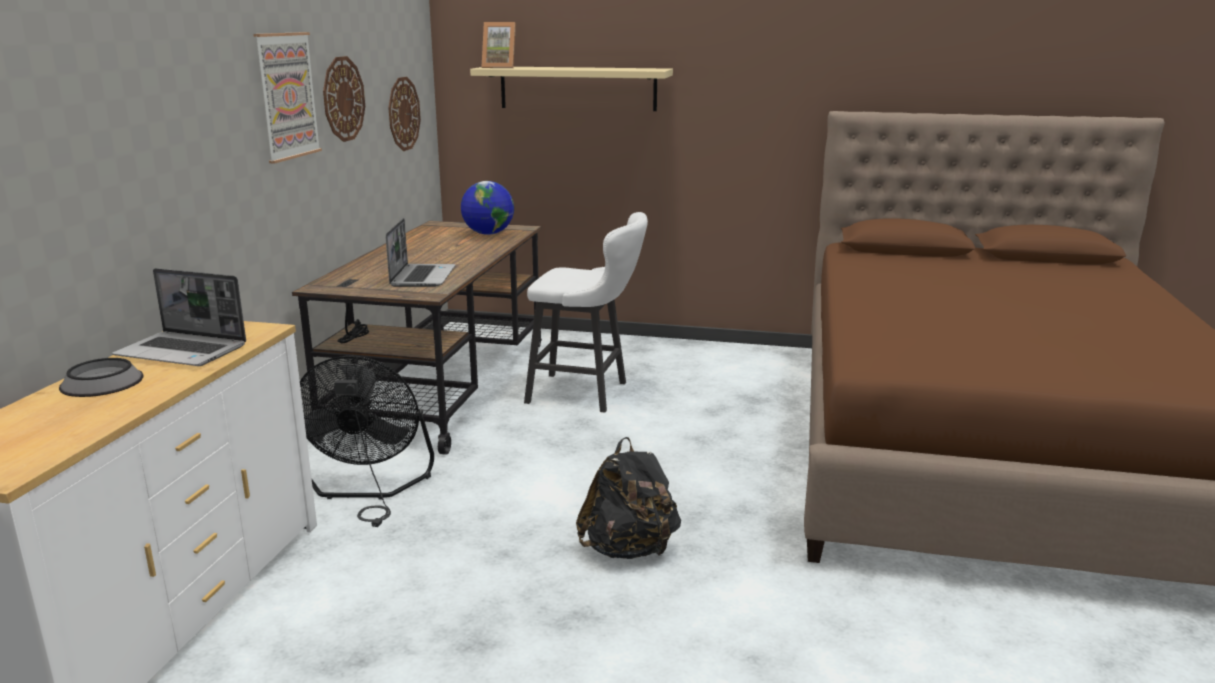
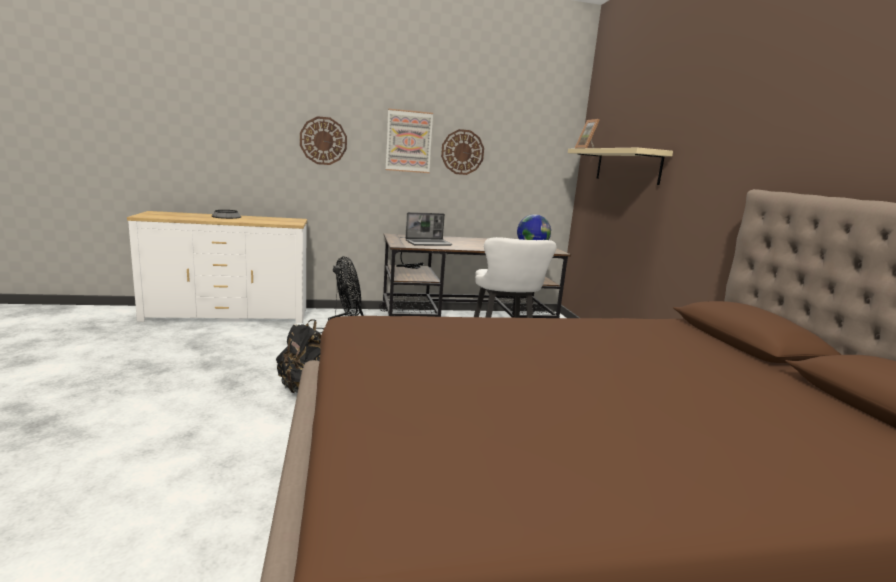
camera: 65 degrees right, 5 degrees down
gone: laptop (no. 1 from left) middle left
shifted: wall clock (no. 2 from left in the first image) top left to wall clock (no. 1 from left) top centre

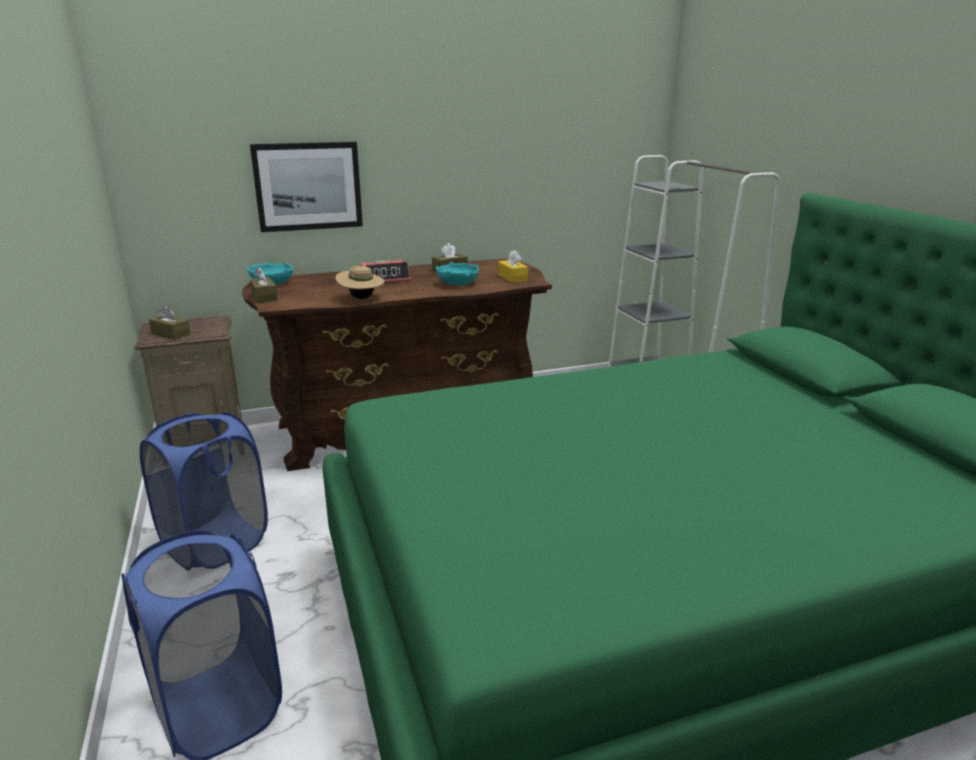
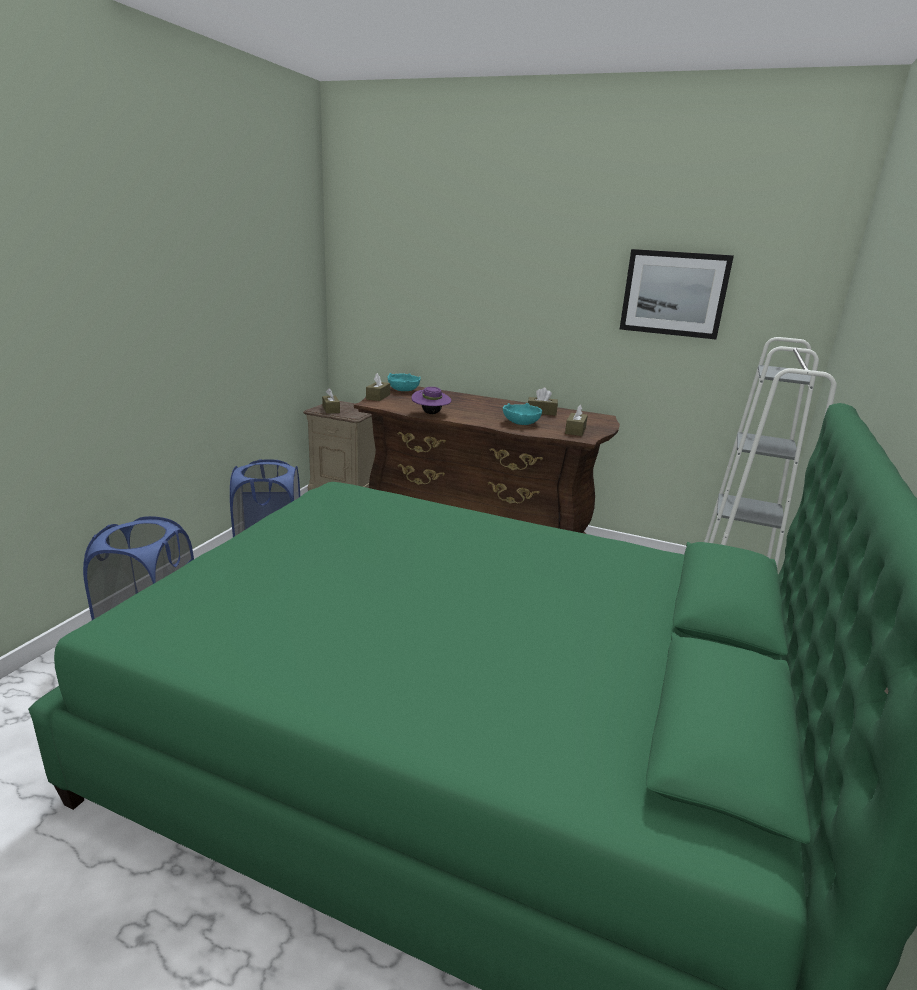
camera: 40 degrees right, 0 degrees up
gone: alarm clock centre
shifted: picture top left to top right
repainted: yellow tissue box centre to brown tissue box (no. 4 from left) centre; beige hat centre to purple hat centre

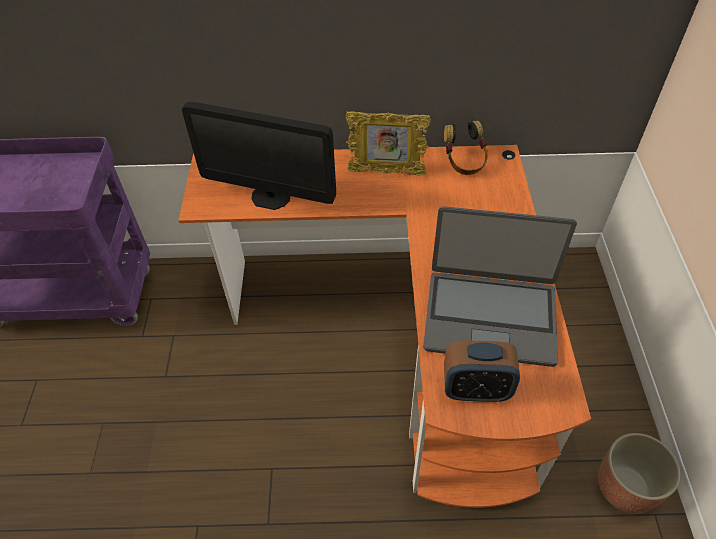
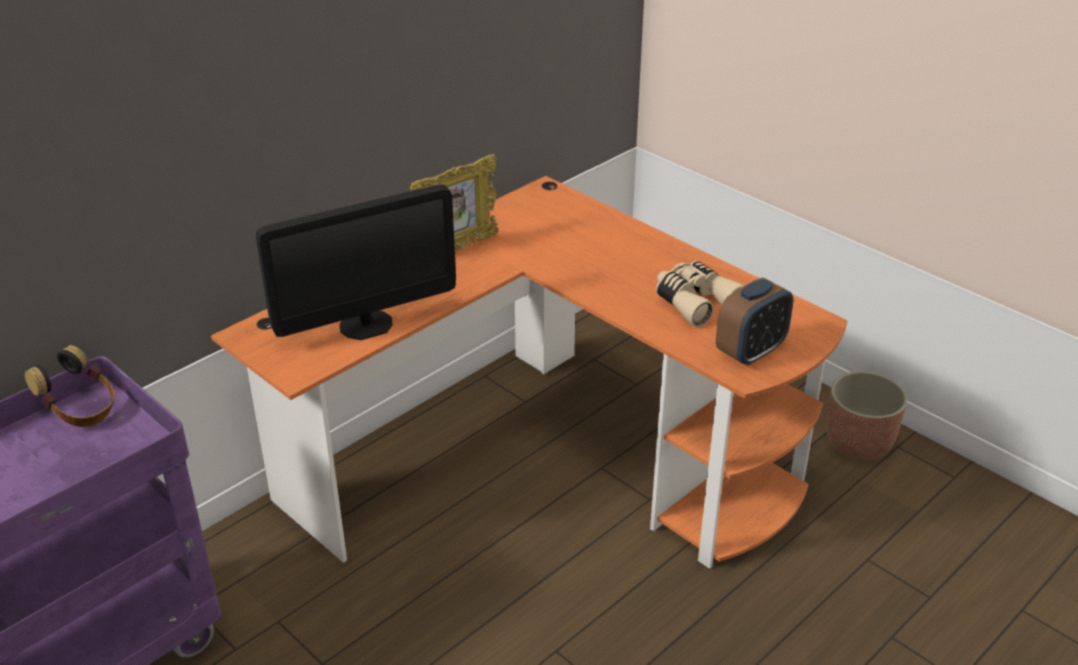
camera: 45 degrees left, 15 degrees down
shifted: headphones top centre to middle left
swapped: laptop middle right to beige binoculars centre

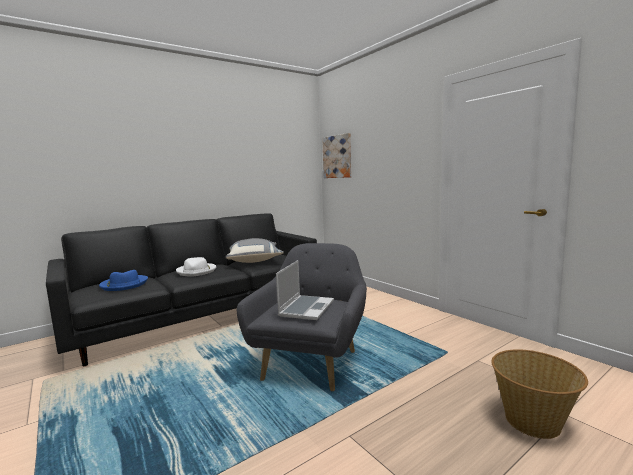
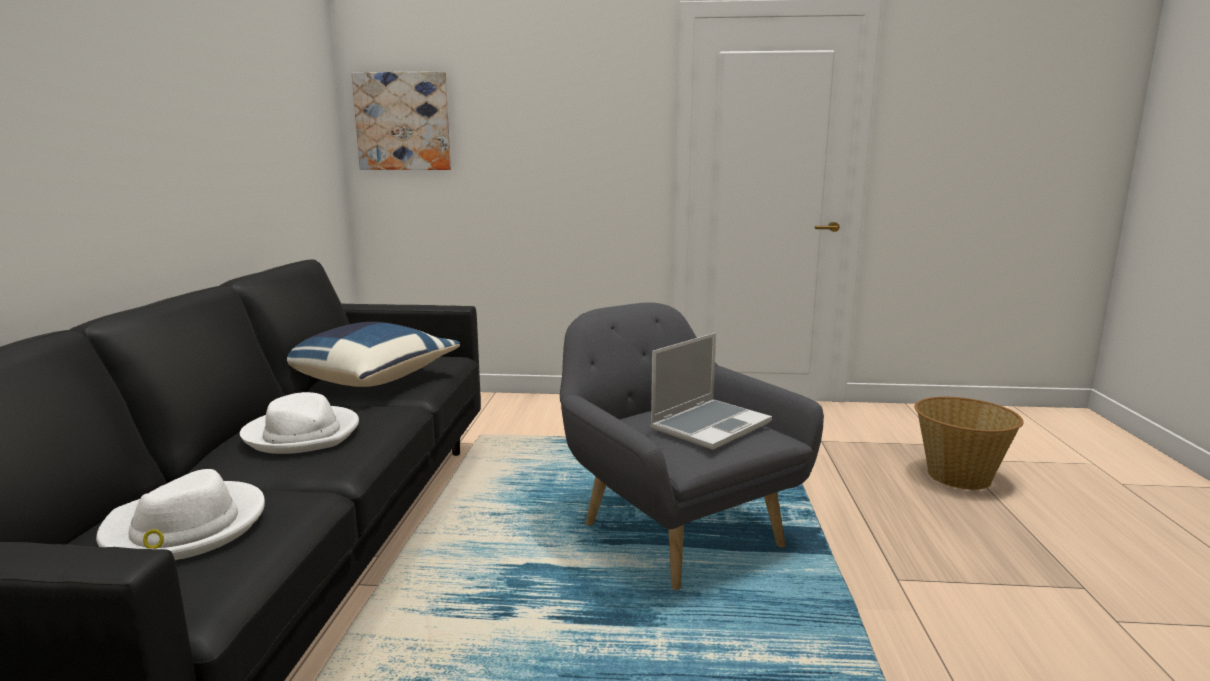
camera: 50 degrees left, 5 degrees up
repainted: grey pillow centre to blue pillow middle left; blue hat middle left to white hat (no. 1 from left) bottom left
rotated: laptop centre = centre 75 degrees clockwise

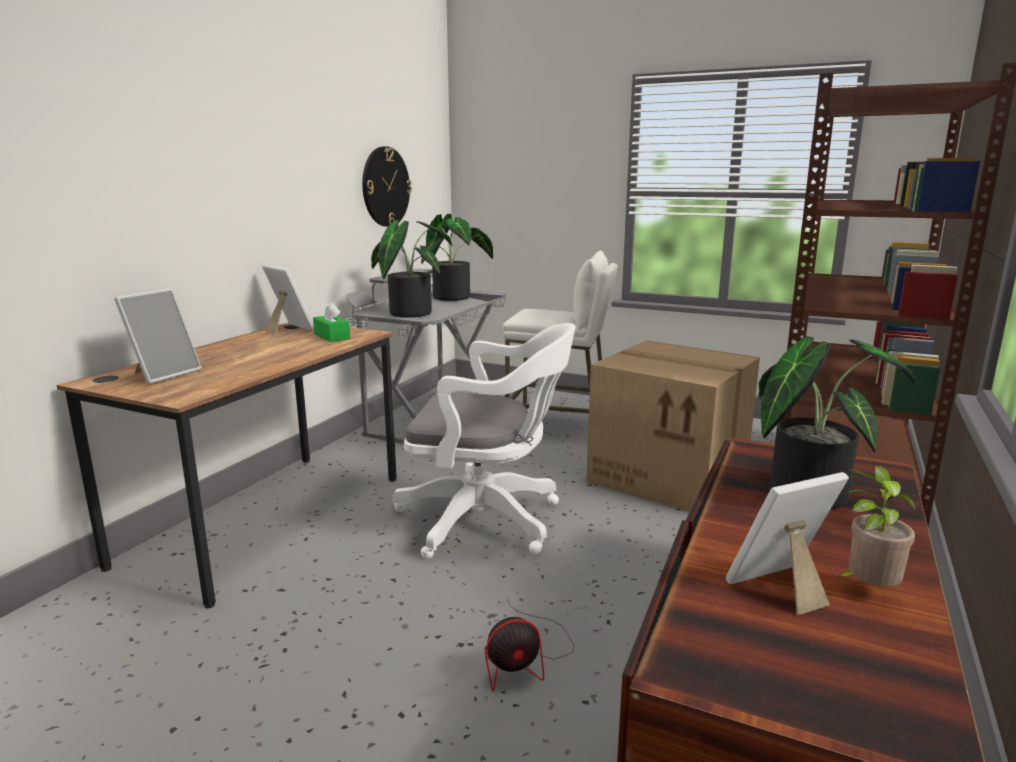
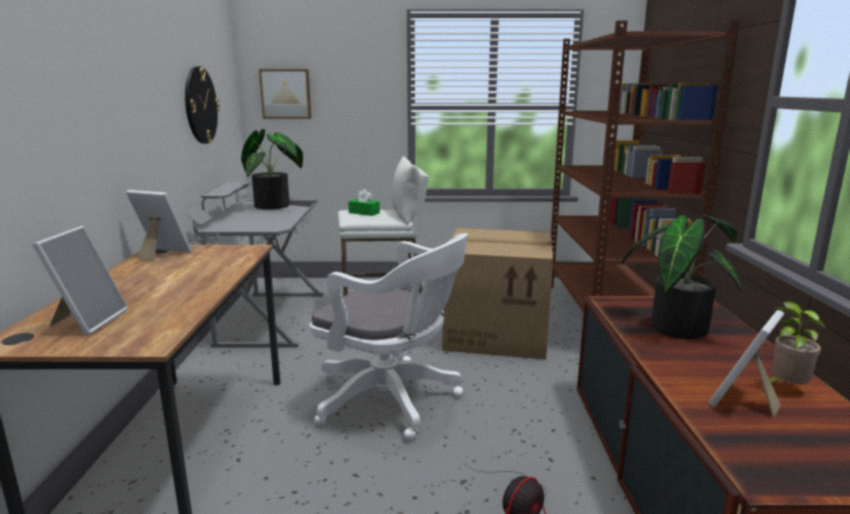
camera: 25 degrees left, 0 degrees up
gone: potted plant (no. 1 from left) centre
new: picture top centre
shifted: green tissue box middle left to centre
rotated: white office chair centre = centre 45 degrees clockwise

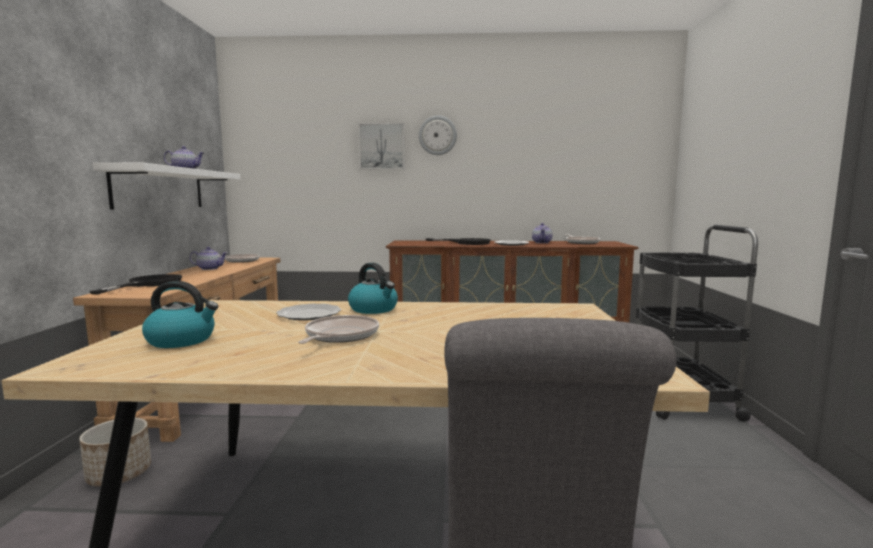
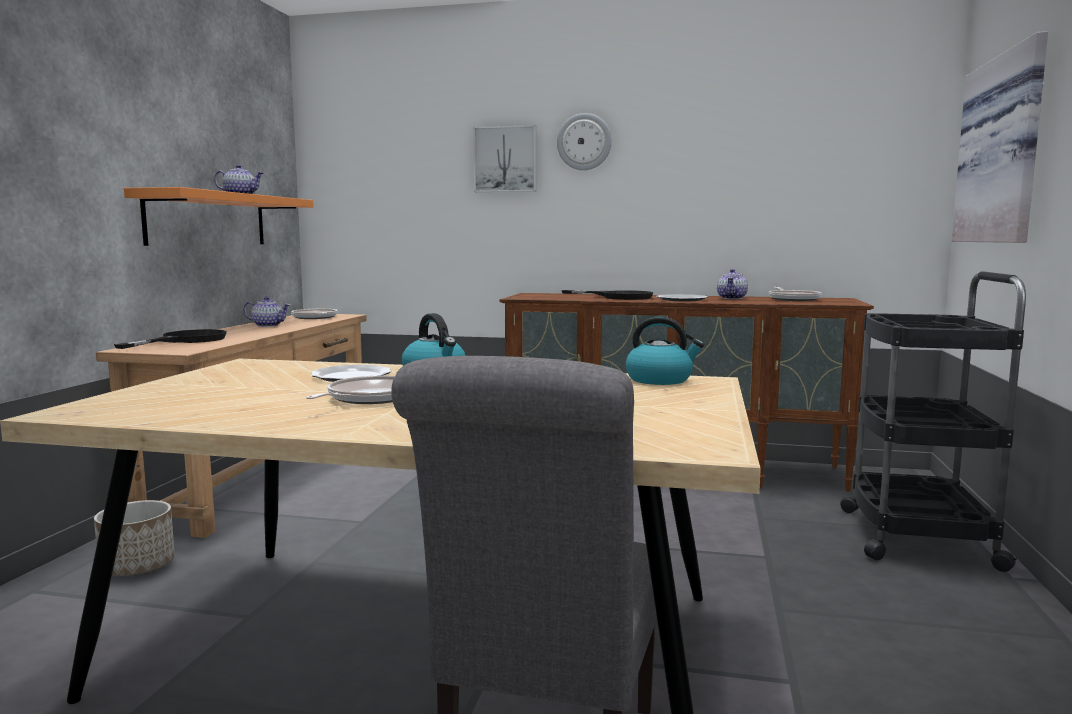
camera: 10 degrees right, 0 degrees up
new: picture (no. 2 from left) top right
shifted: kettle (no. 1 from left in the first image) middle left to kettle (no. 2 from left) centre
repainted: white shelf middle left to orange shelf top left

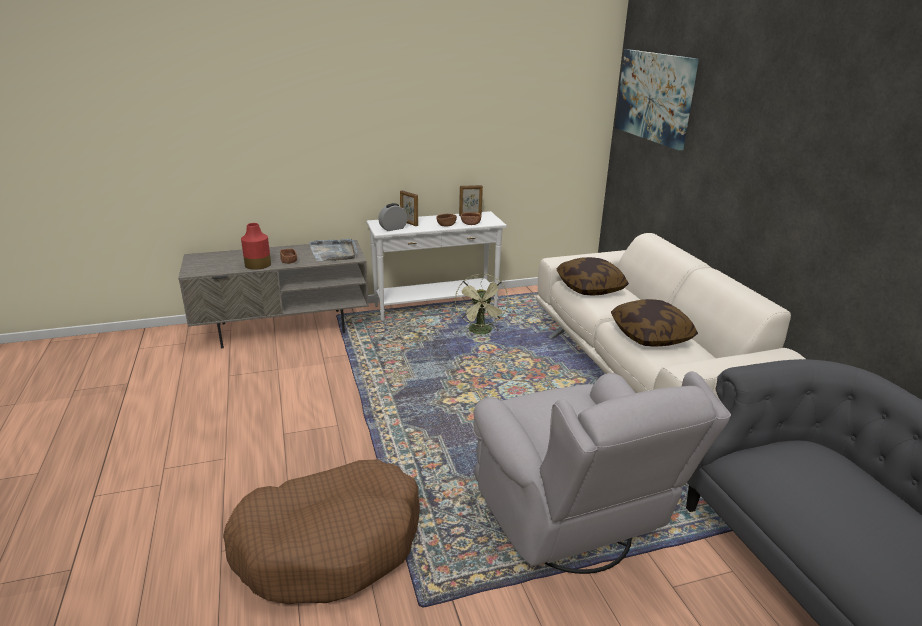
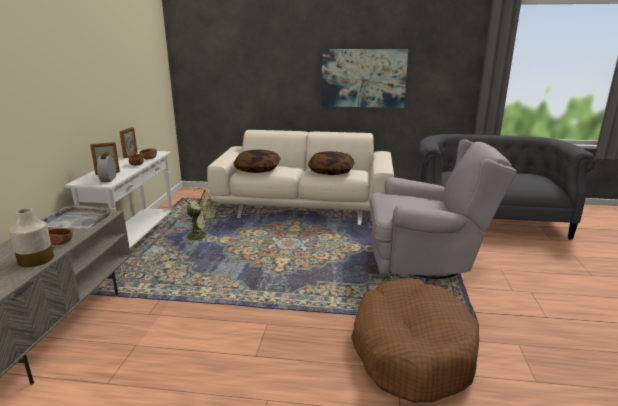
camera: 65 degrees left, 5 degrees down
shifted: picture top right to top centre
repainted: red vase middle left to beige vase middle left

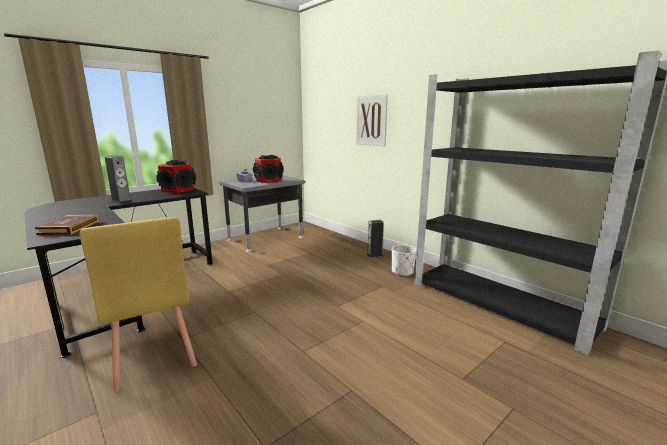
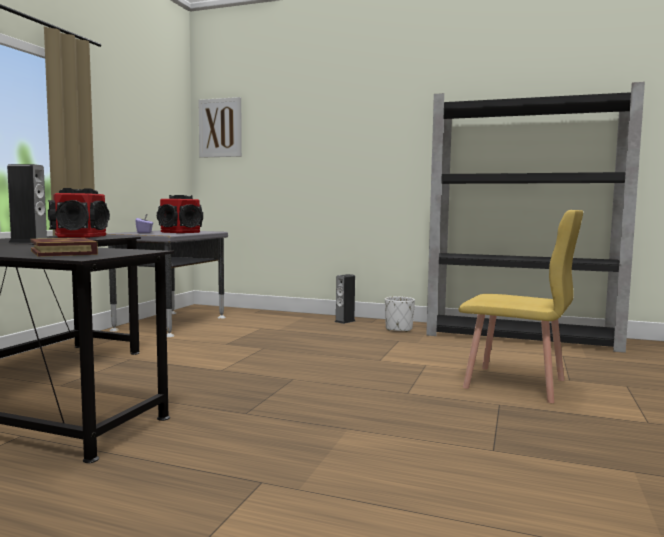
camera: 30 degrees left, 10 degrees down
shifted: picture top centre to top left; yellow chair bottom left to middle right

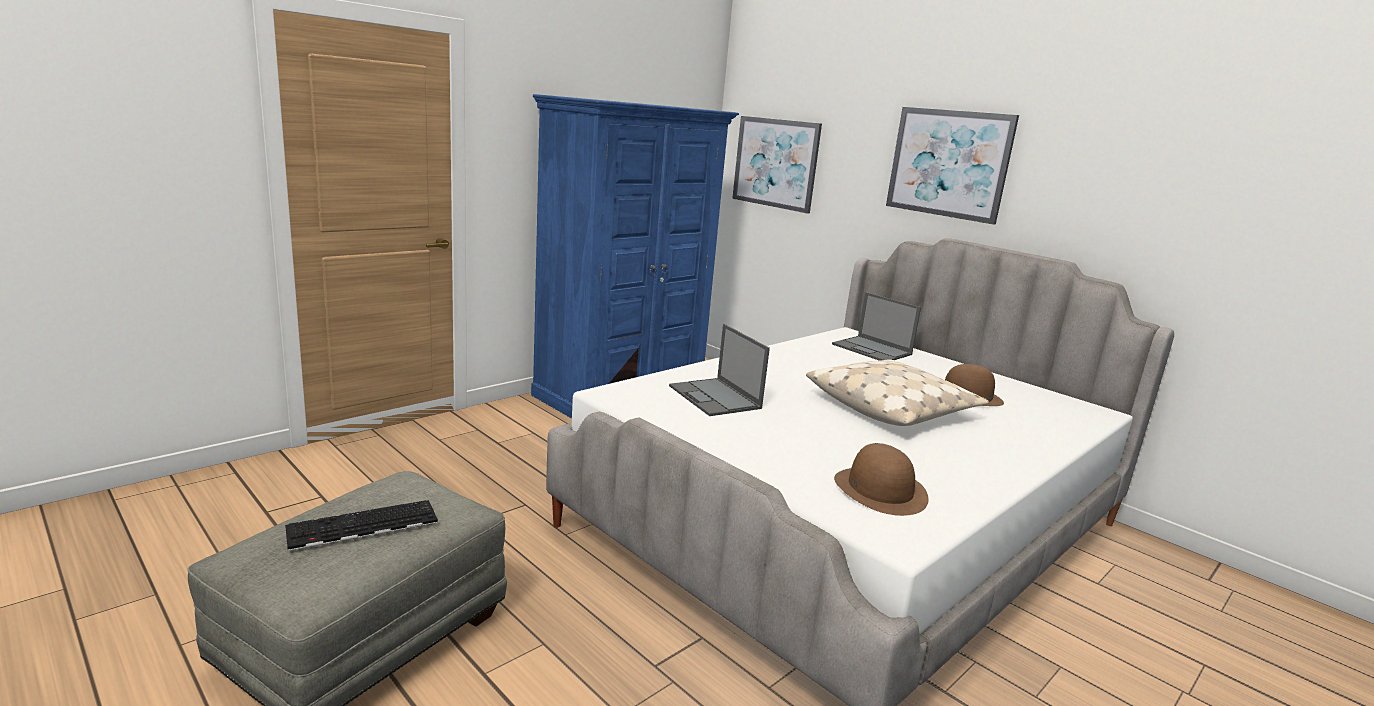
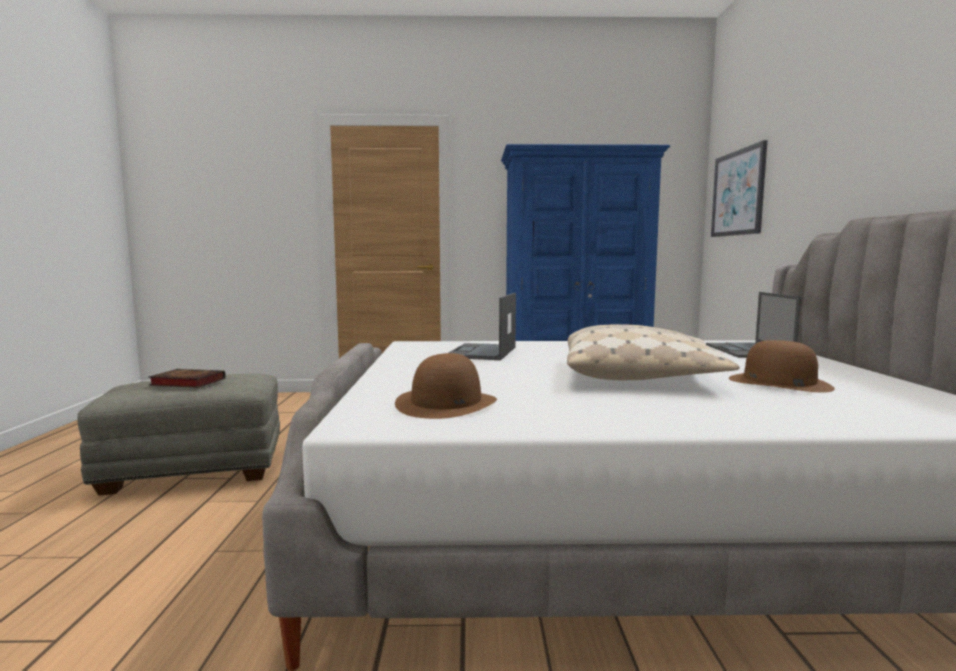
camera: 45 degrees right, 10 degrees down
gone: picture (no. 2 from left) top right
swapped: keyboard bottom left to book middle left

